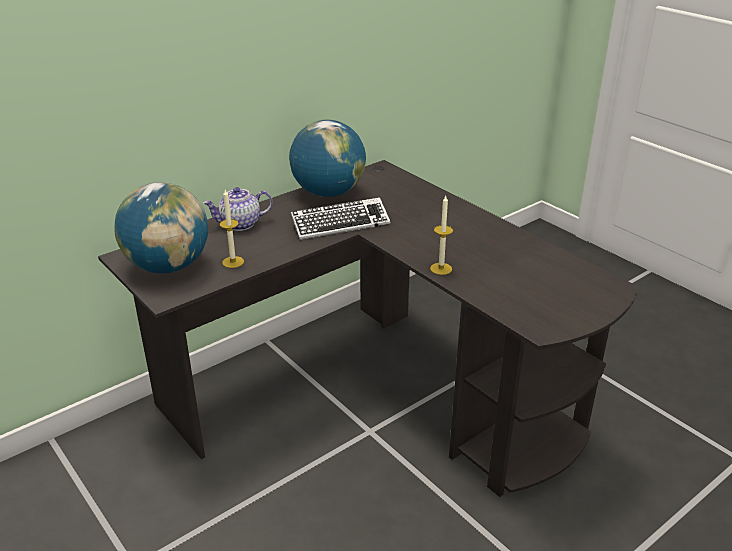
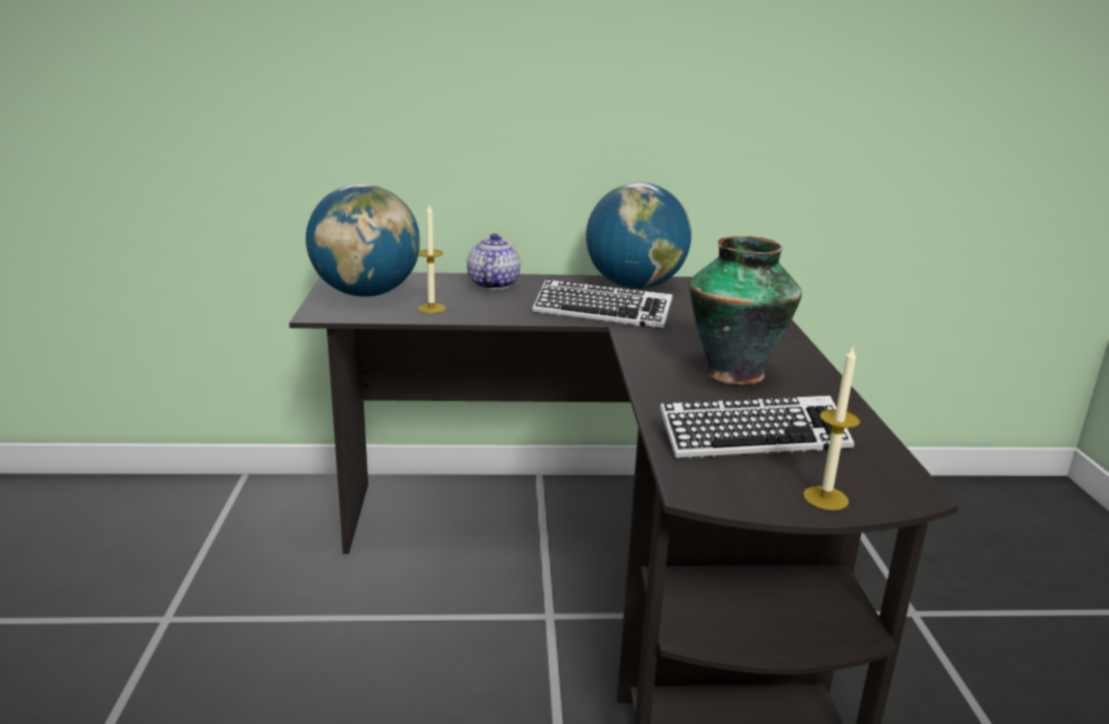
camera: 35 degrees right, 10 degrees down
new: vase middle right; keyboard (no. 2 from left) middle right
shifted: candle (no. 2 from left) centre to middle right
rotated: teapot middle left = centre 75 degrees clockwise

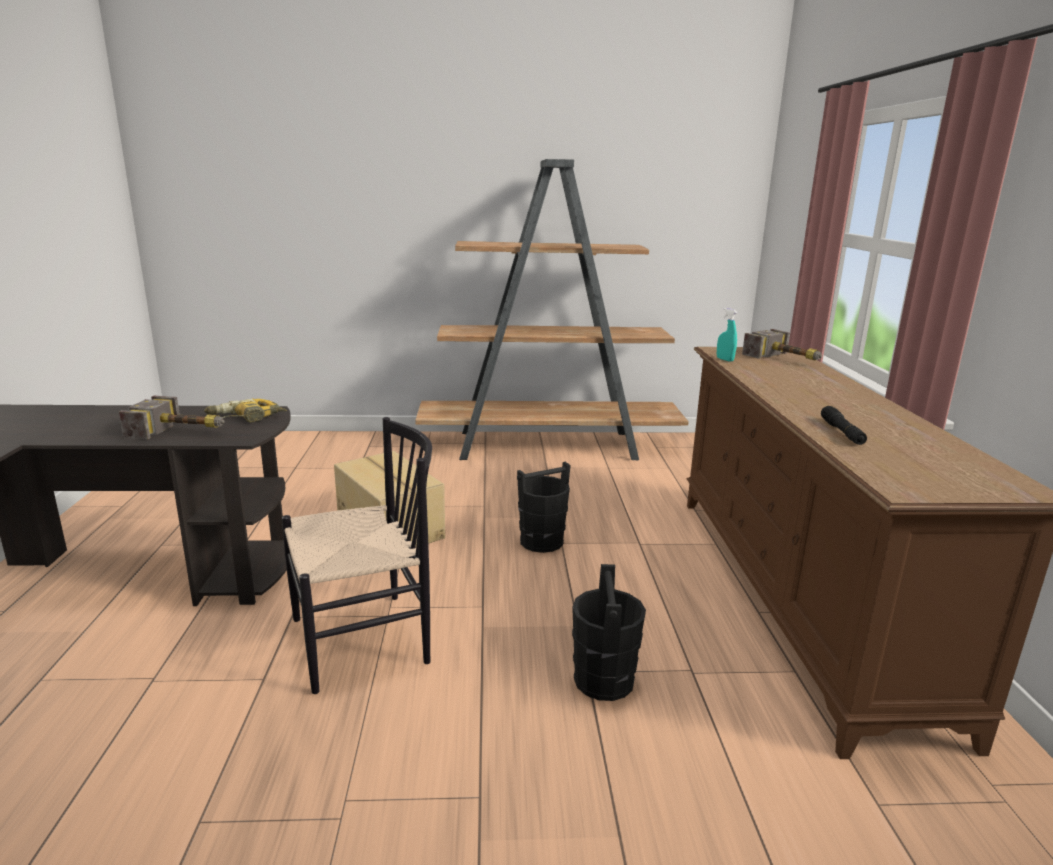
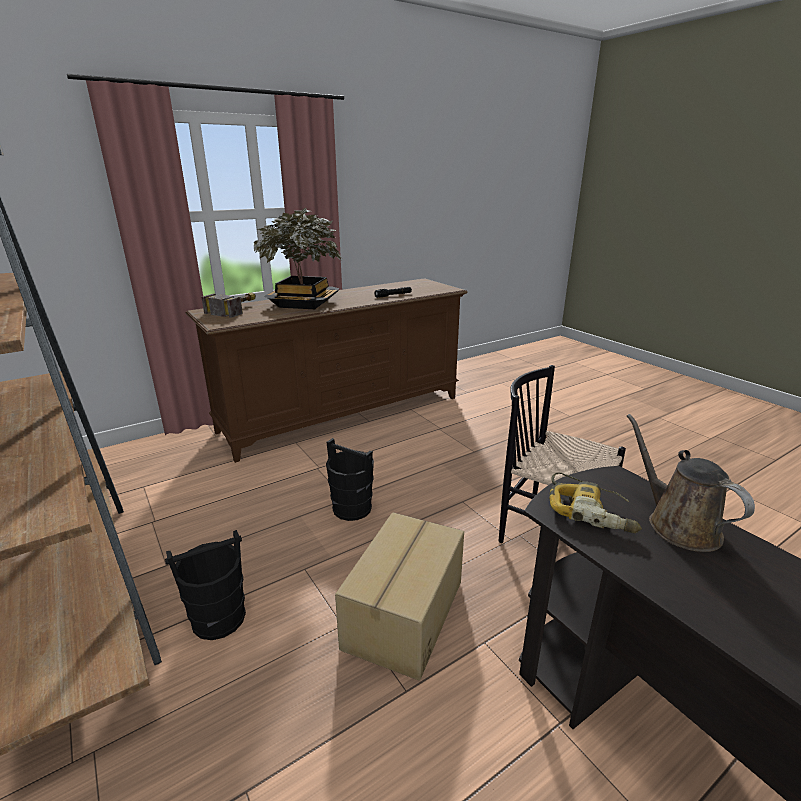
camera: 120 degrees left, 5 degrees up
gone: turquoise spray bottle middle right
new: potted plant top centre
shifted: black bucket (no. 2 from left in the first image) bottom centre to black bucket (no. 1 from left) bottom left
swapped: hammer (no. 1 from left) middle left to brown watering can middle right

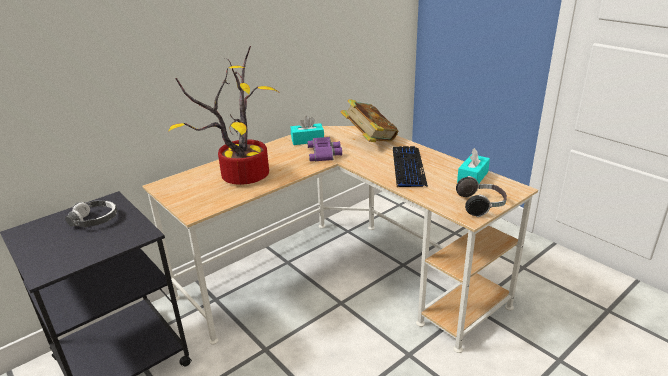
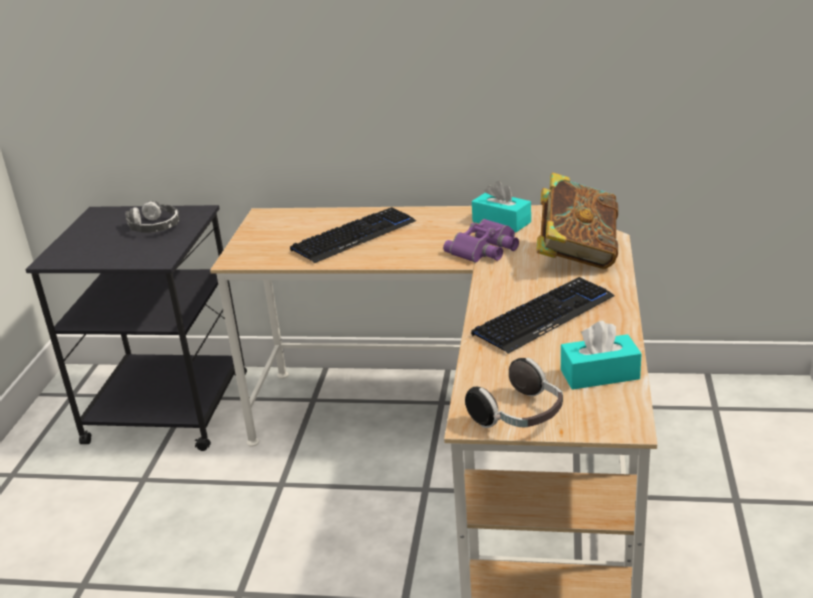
camera: 50 degrees right, 0 degrees up
swapped: potted plant top centre to keyboard (no. 1 from left) centre

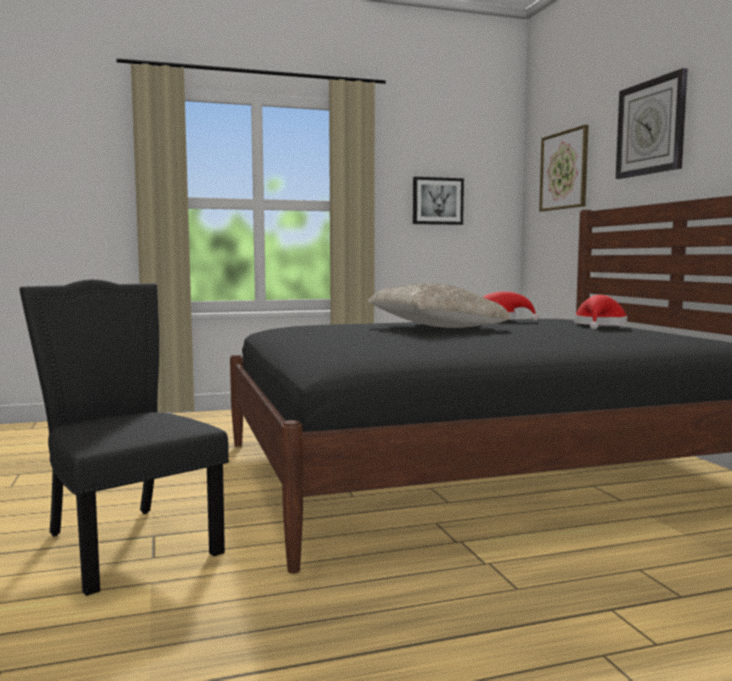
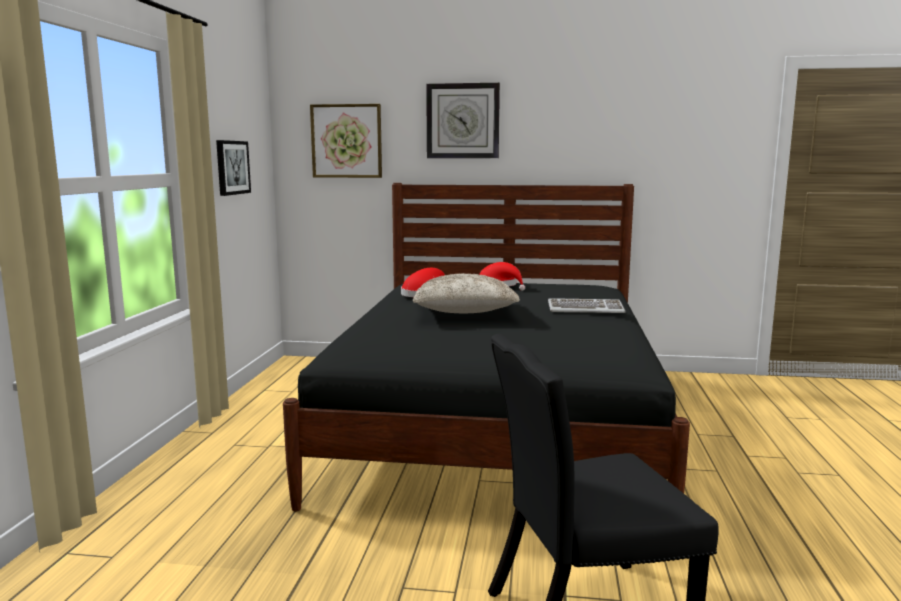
camera: 65 degrees left, 5 degrees up
new: keyboard centre

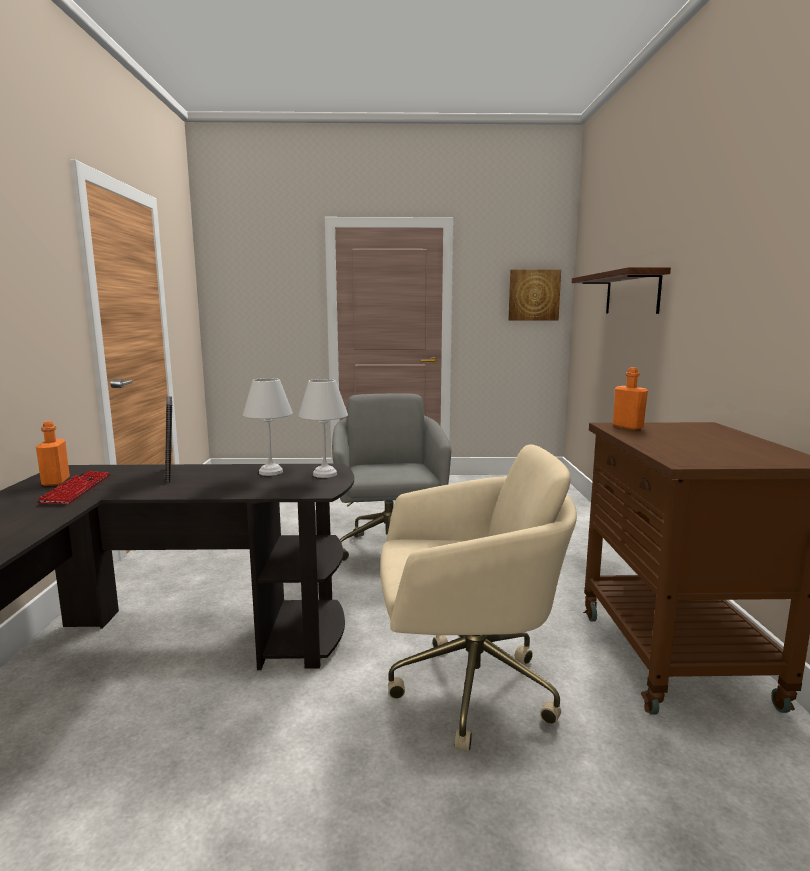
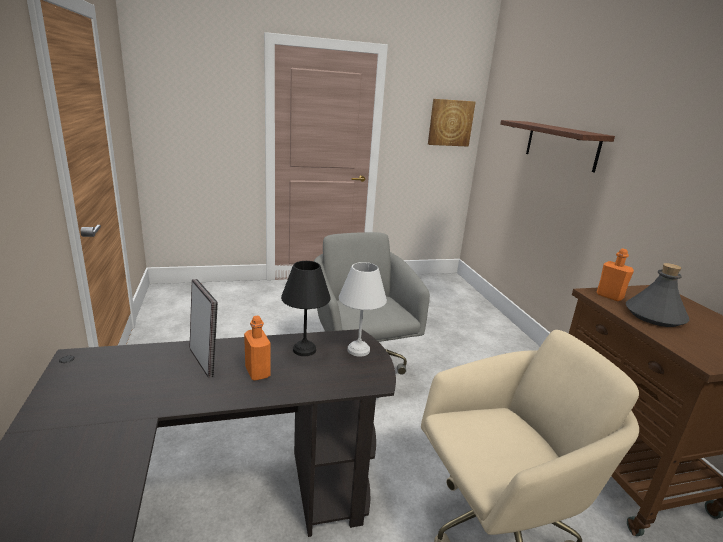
camera: 15 degrees left, 10 degrees up
gone: keyboard middle left
new: grey bottle middle right
shifted: orange bottle (no. 1 from left) middle left to centre
repainted: white table lamp (no. 1 from left) middle left to black table lamp centre

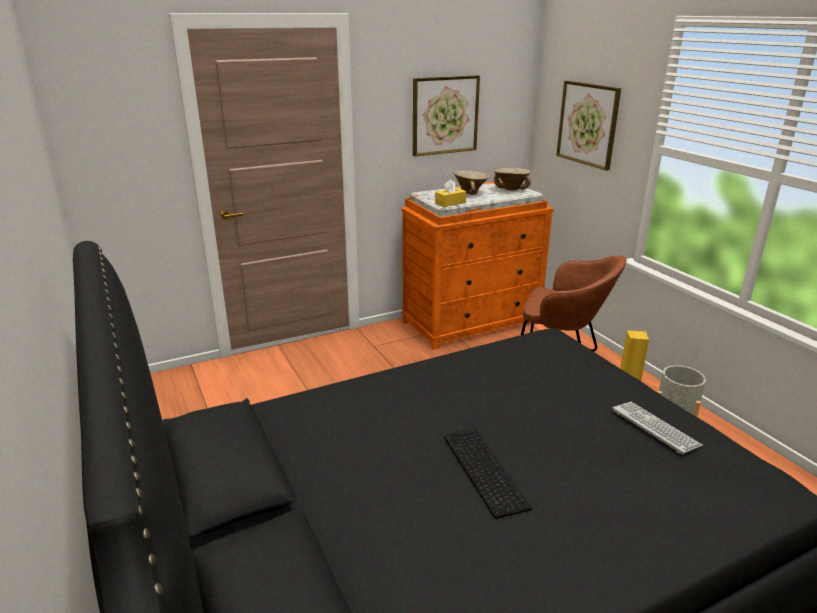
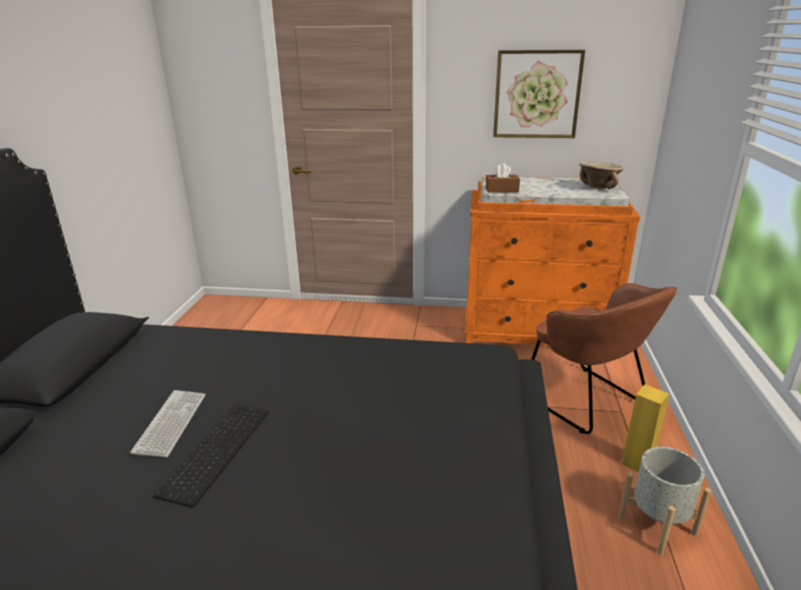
camera: 35 degrees right, 0 degrees up
gone: picture (no. 2 from left) top right; beige bowl (no. 1 from left) top centre
shifted: keyboard (no. 2 from left in the first image) bottom right to keyboard (no. 1 from left) bottom left
repainted: yellow tissue box top centre to brown tissue box top centre

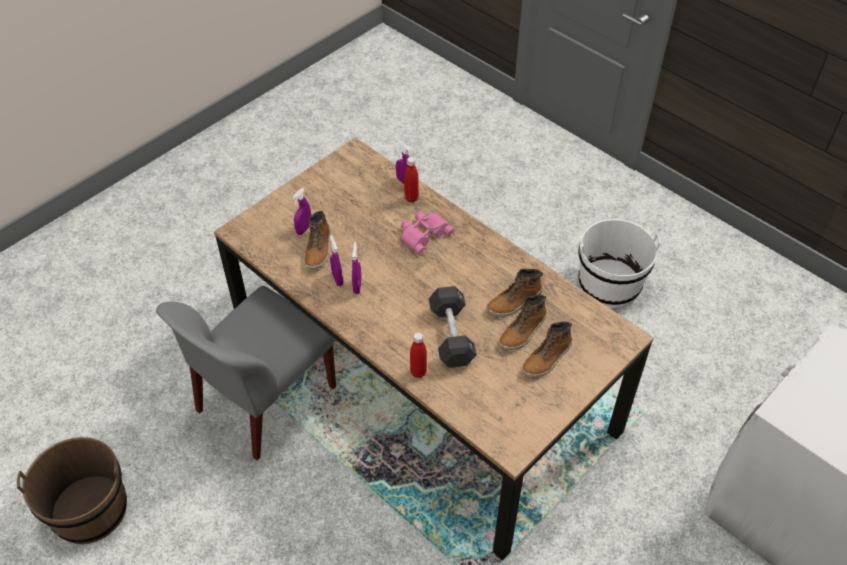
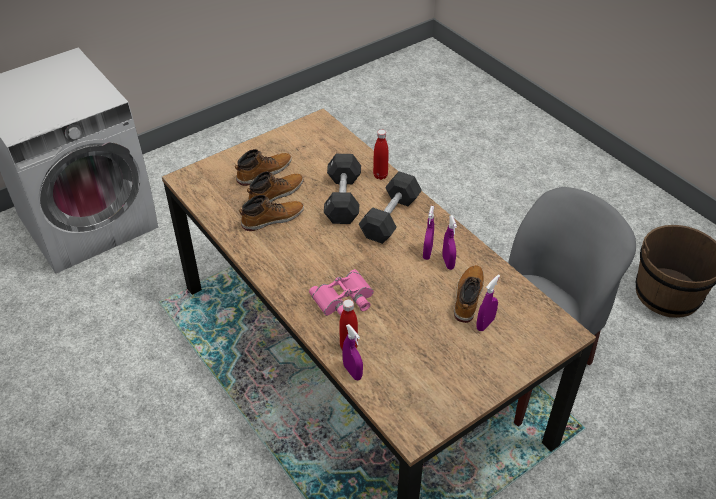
camera: 170 degrees left, 5 degrees down
gone: white bucket middle right
new: black dumbbell (no. 2 from left) centre

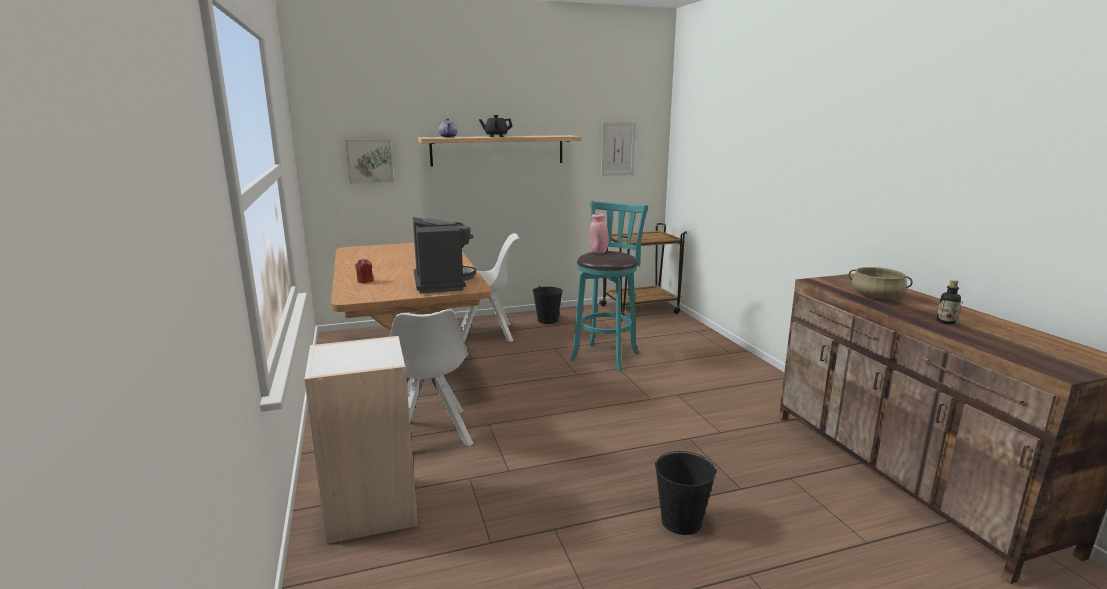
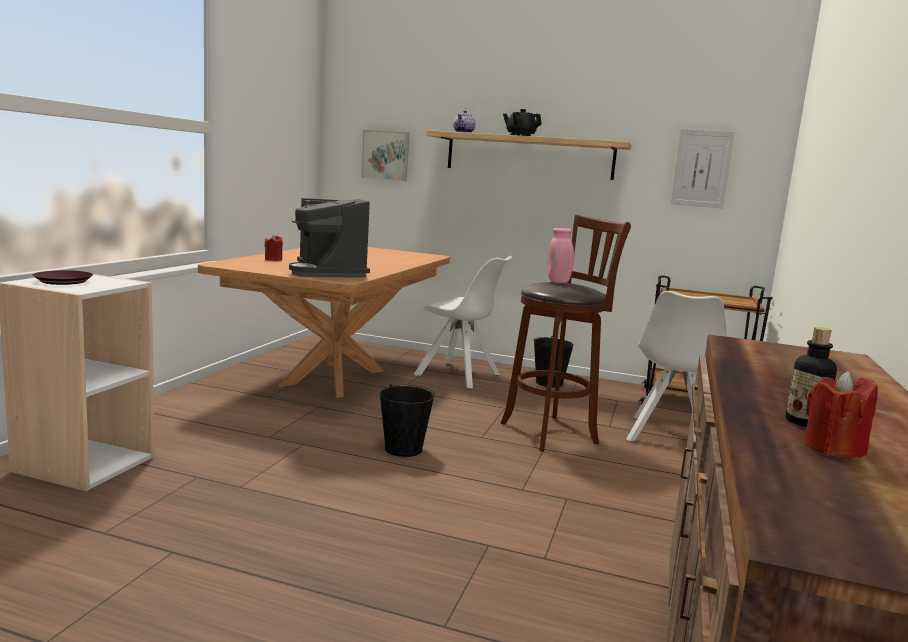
camera: 35 degrees right, 5 degrees down
gone: beige cooking pot middle right
new: brown plate middle left; red candle (no. 2 from left) middle right
shifted: white chair (no. 1 from left in the first image) centre to white chair (no. 2 from left) middle right; black bucket (no. 2 from left in the first image) bottom centre to black bucket (no. 1 from left) centre
repainted: turquoise stool centre to brown stool centre
rotated: coffee machine centre = centre 135 degrees clockwise

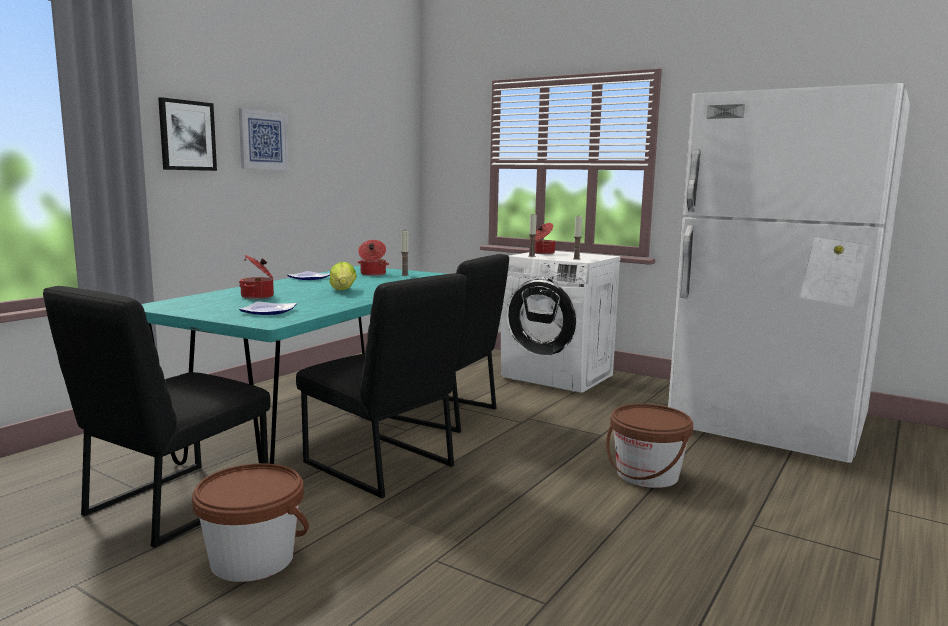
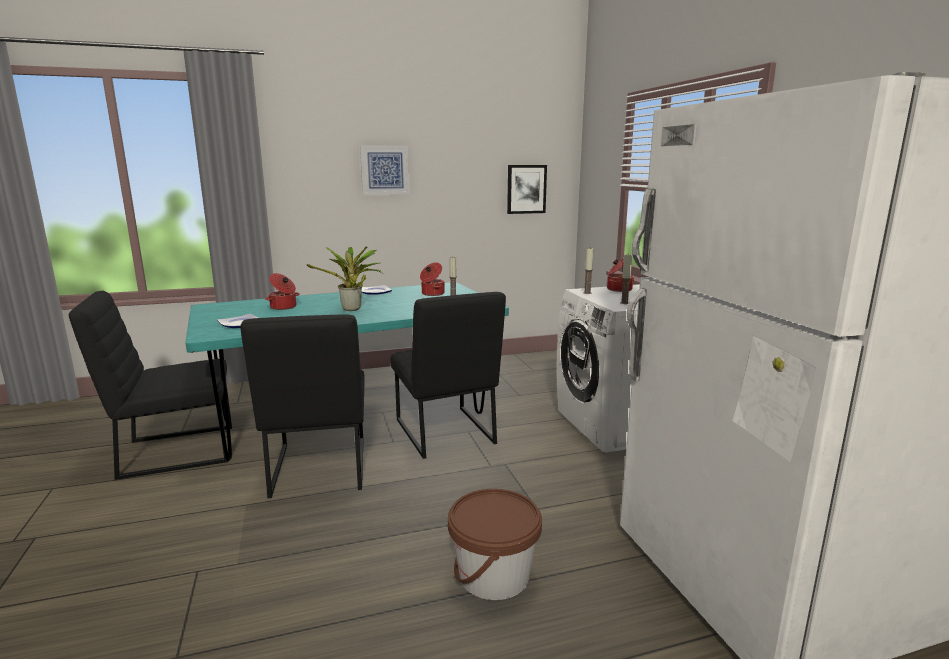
camera: 40 degrees right, 5 degrees up
gone: brown bucket (no. 1 from left) bottom left
shifted: picture (no. 1 from left in the first image) top left to picture (no. 2 from left) top centre
swapped: lettuce centre to potted plant centre

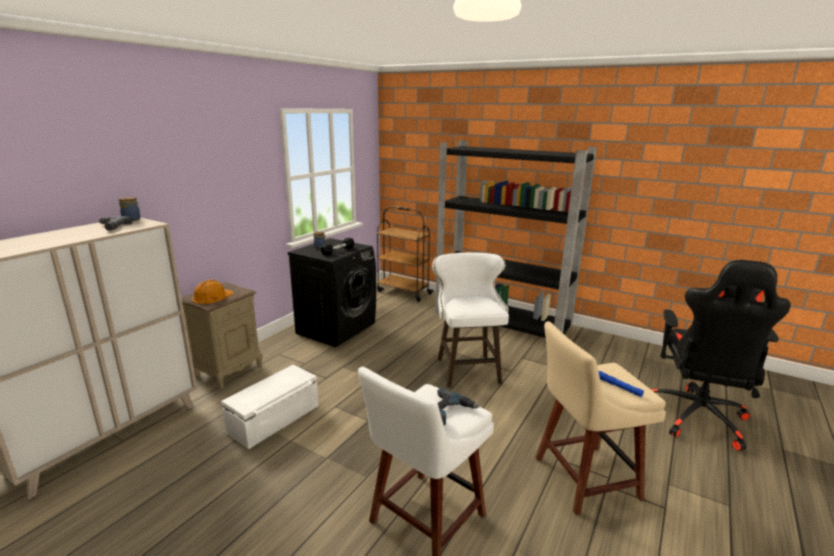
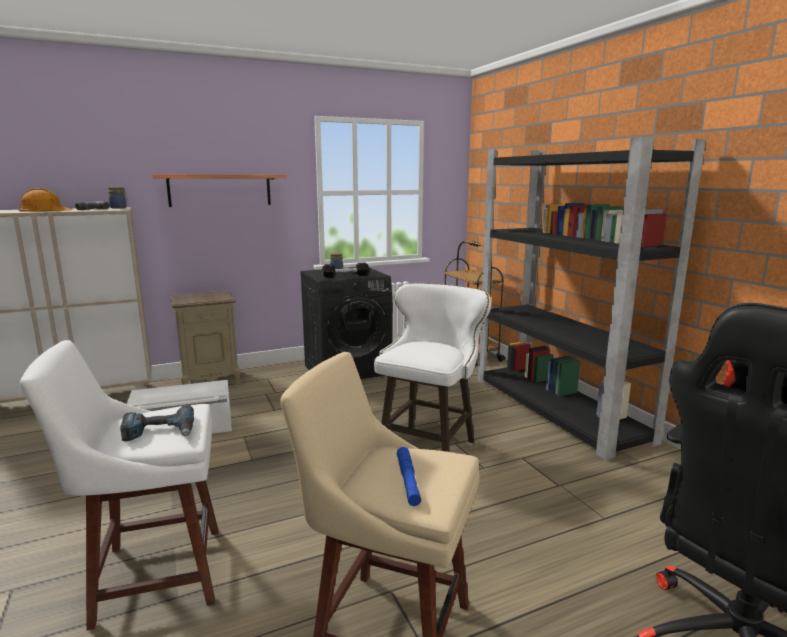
camera: 35 degrees right, 5 degrees down
new: shelf top left
shifted: orange hard hat middle left to top left

